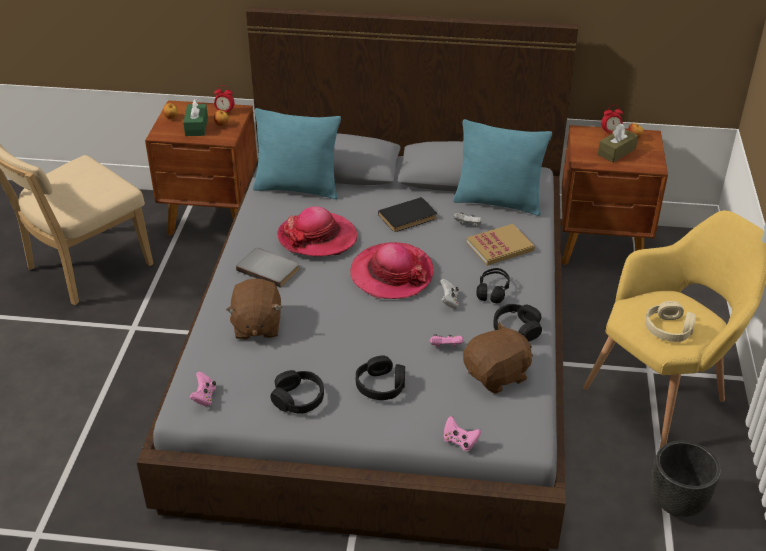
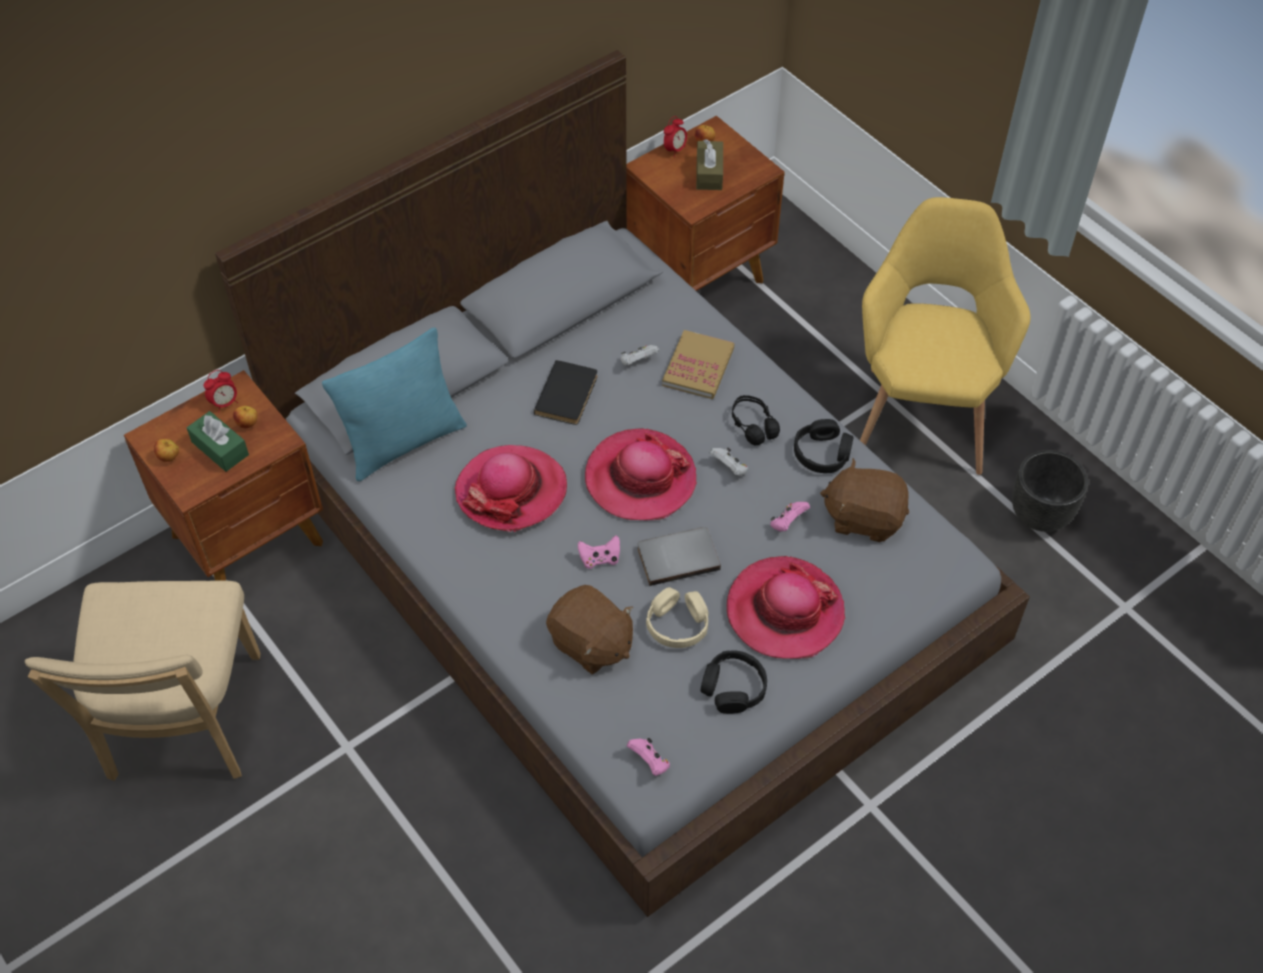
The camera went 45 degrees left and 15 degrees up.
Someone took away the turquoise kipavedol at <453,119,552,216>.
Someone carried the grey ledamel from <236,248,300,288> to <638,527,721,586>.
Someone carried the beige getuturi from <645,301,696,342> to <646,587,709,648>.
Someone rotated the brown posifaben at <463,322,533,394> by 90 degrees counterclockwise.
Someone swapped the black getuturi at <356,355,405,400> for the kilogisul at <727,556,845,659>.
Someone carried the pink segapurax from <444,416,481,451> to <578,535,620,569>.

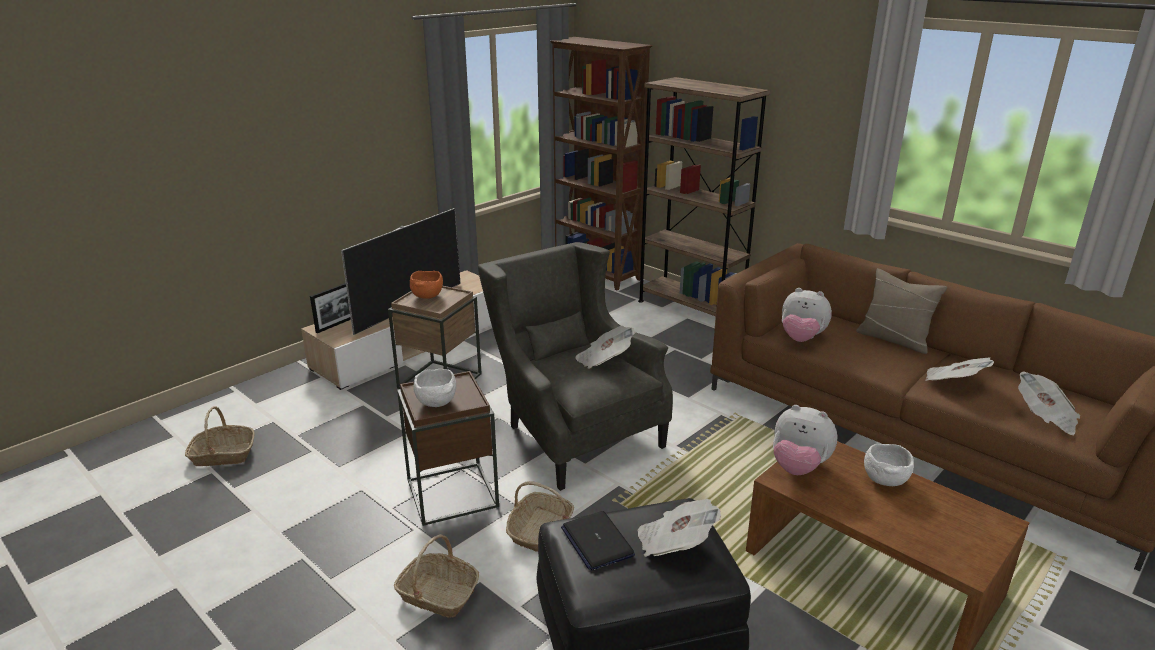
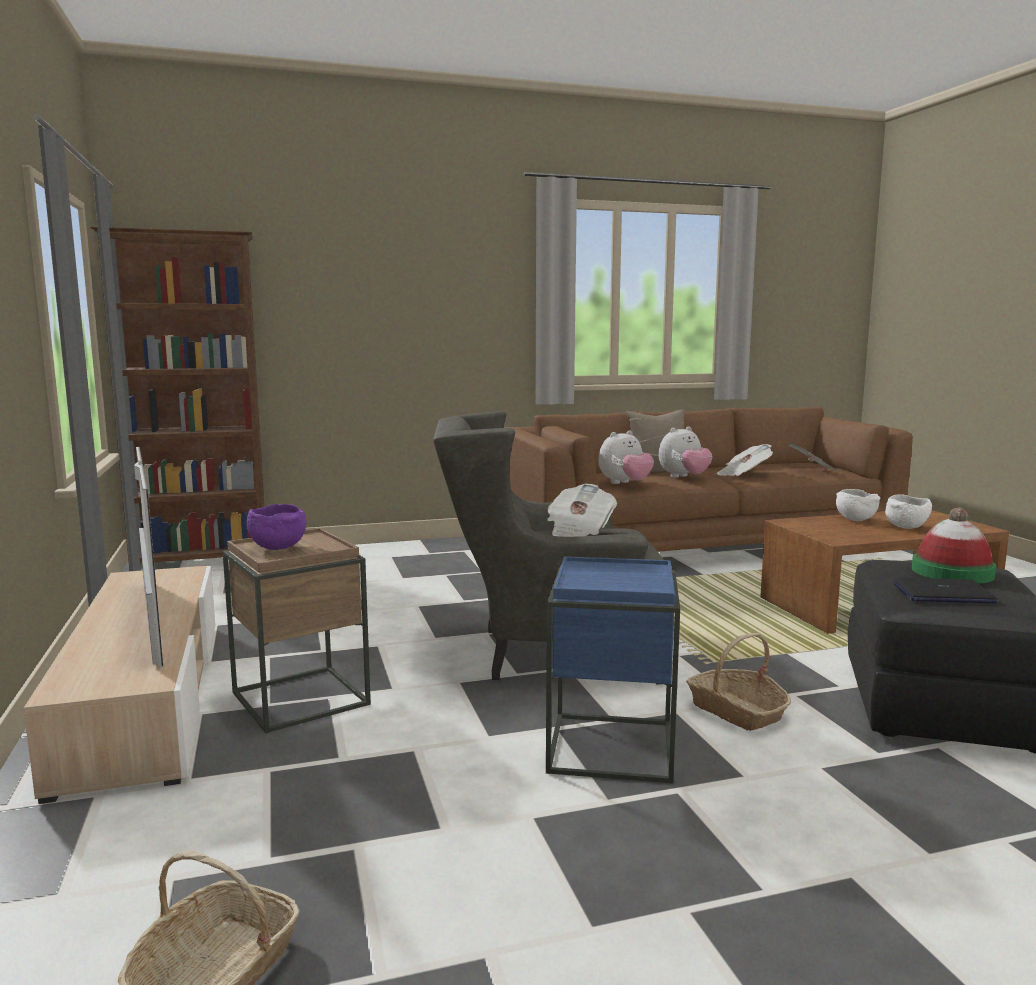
The camera went 60 degrees left and 15 degrees down.
Someone took away the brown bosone at <638,77,770,316>.
Someone repainted the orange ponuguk at <410,271,443,299>, which became the purple ponuguk at <247,504,306,550>.
Someone took away the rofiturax at <310,283,351,333>.
Someone carried the white ponuguk from <413,369,456,407> to <885,494,932,529>.
Someone repainted the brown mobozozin at <397,371,499,526>, which became the blue mobozozin at <546,556,680,783>.
Someone carried the posifaben from <773,405,837,475> to <658,426,713,478>.
Someone swapped the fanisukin at <637,499,721,557> for the kilogisul at <912,507,996,583>.
Someone took away the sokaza at <394,534,479,618>.

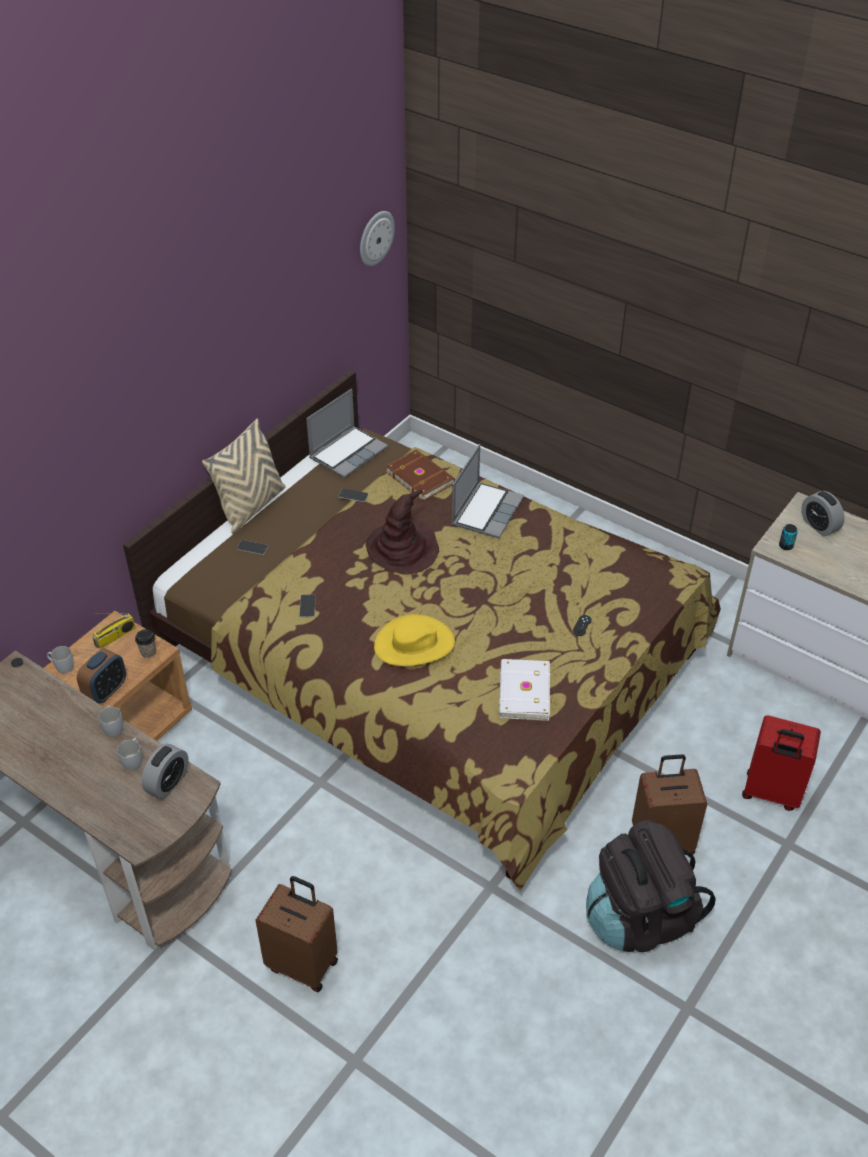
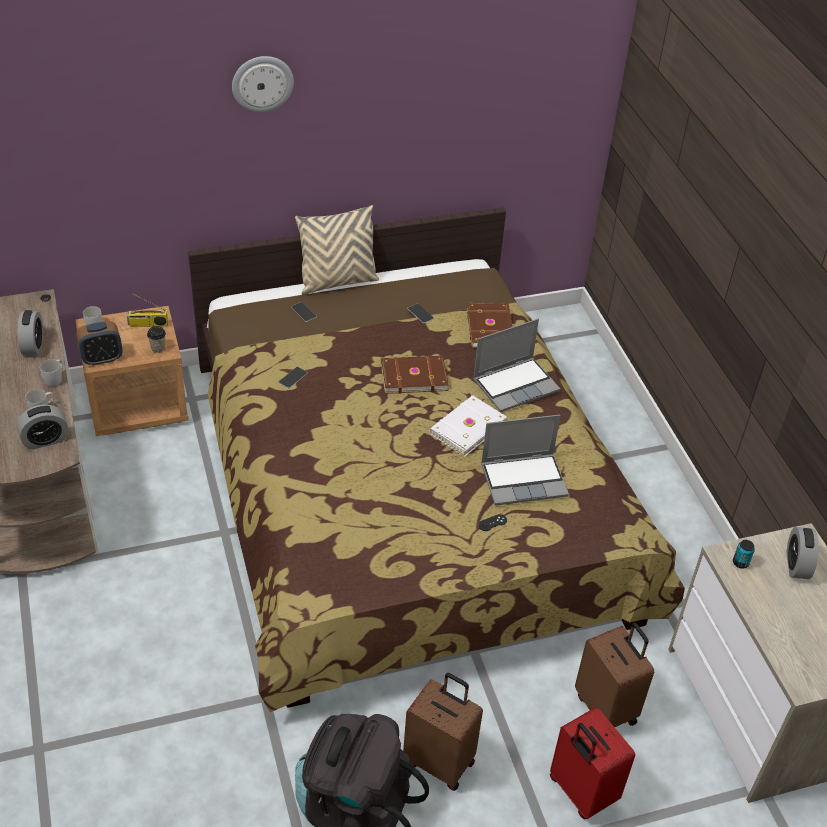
The camera went 35 degrees right and 0 degrees up.
Someone carried the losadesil from <360,211,395,266> to <232,56,294,112>.
Someone carried the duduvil from <306,389,388,478> to <481,415,569,506>.
Someone swapped the brown kilogisul at <366,490,439,575> for the brown ledamel at <381,356,449,394>.
Someone took away the yellow kilogisul at <374,614,455,666>.
Someone carried the white ledamel from <499,659,550,721> to <429,395,507,457>.
Someone carried the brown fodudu from <255,876,338,992> to <575,623,654,727>.
Someone put down the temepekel at <17,310,44,355>.

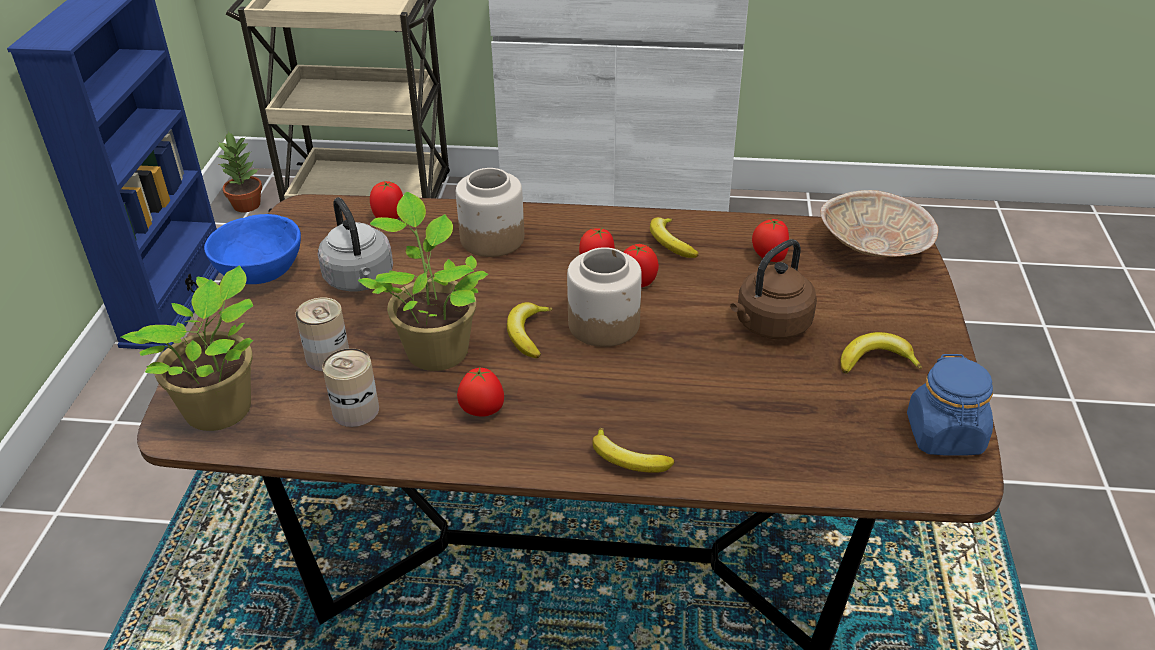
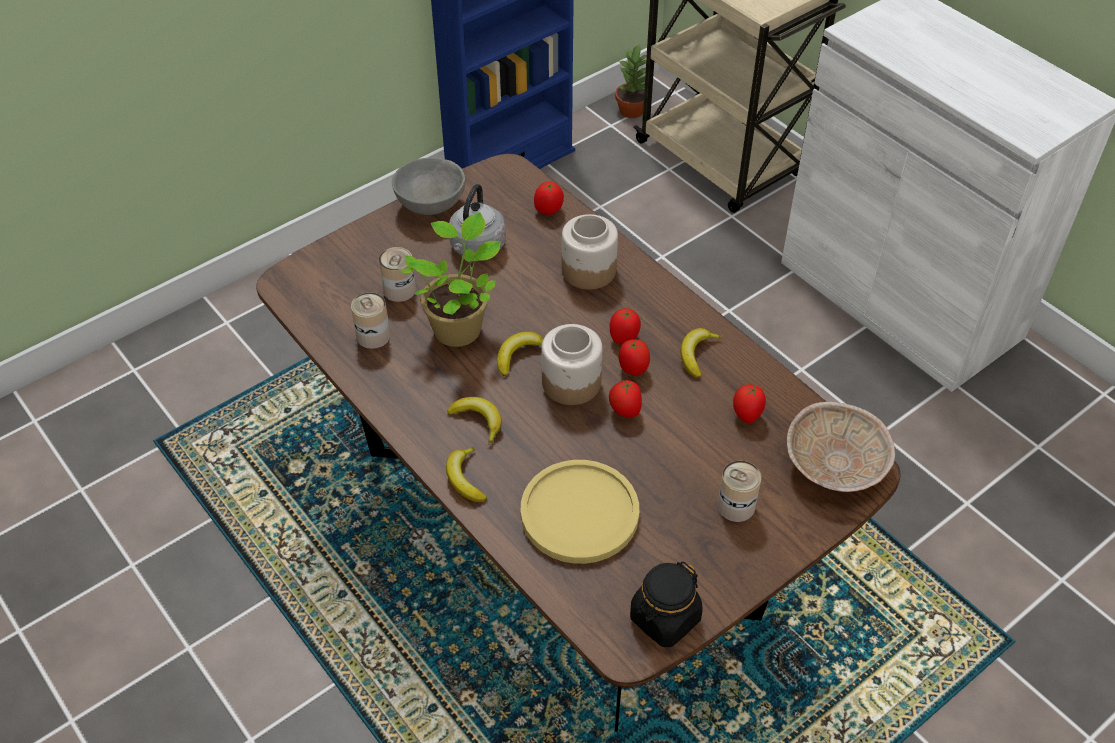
The camera went 45 degrees right and 10 degrees up.
Someone repainted the blue ponuguk at <204,214,301,284>, which became the grey ponuguk at <392,157,466,215>.
Someone took away the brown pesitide at <730,239,817,339>.
Someone took away the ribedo at <121,266,253,431>.
Someone carried the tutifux from <841,332,922,373> to <447,397,502,445>.
Someone repainted the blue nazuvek at <907,354,993,456>, which became the black nazuvek at <630,562,703,647>.
Someone carried the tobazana from <457,368,504,417> to <609,380,642,418>.
Someone put down the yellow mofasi at <521,460,639,564>.
Someone put down the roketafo at <717,461,761,522>.

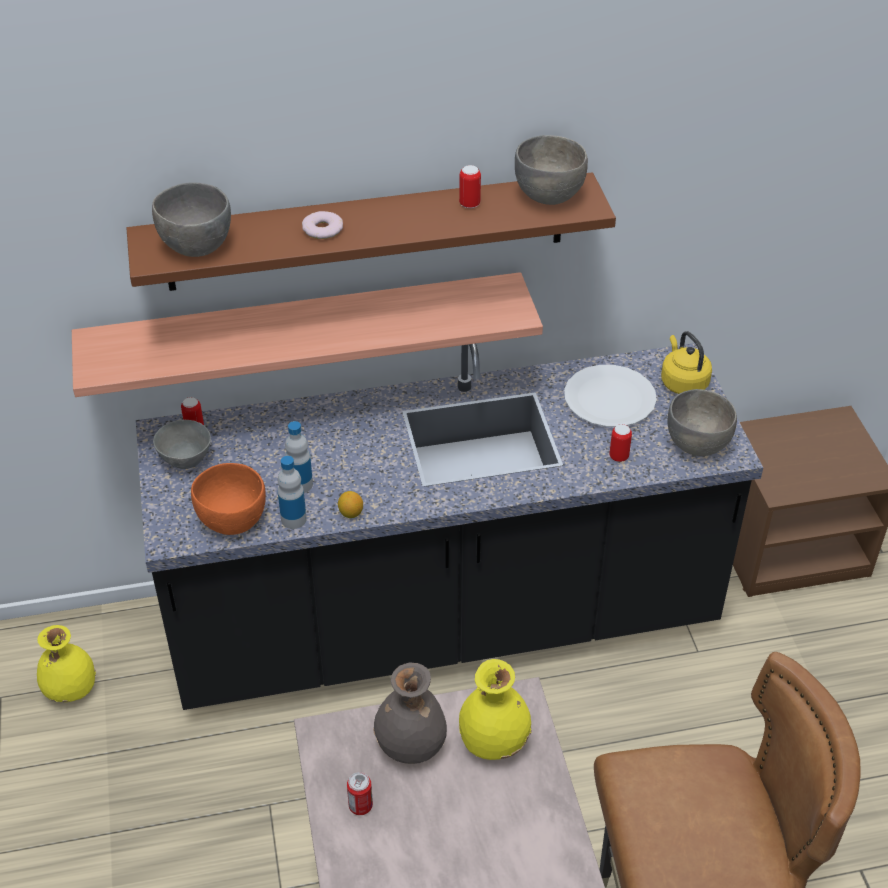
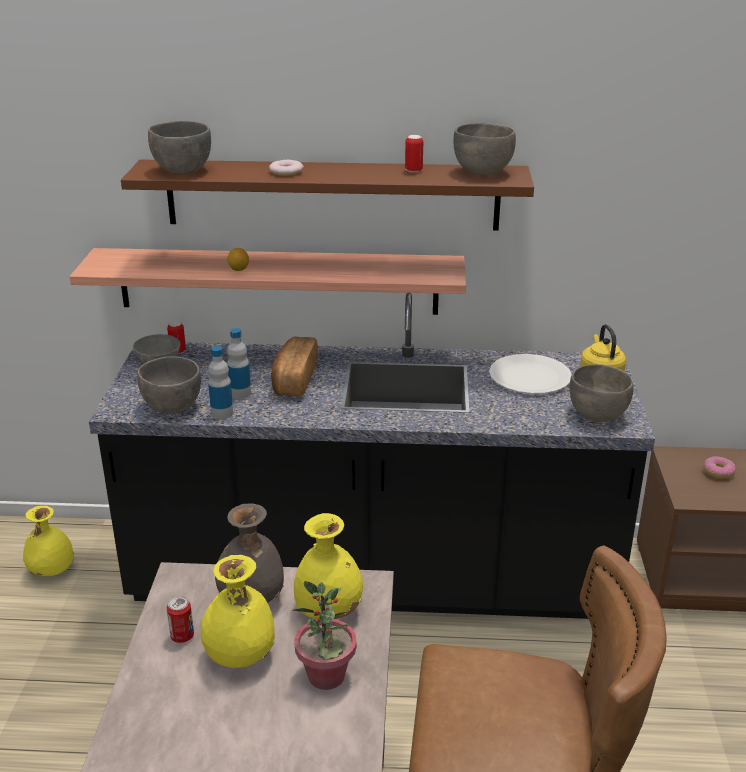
The camera went 15 degrees right and 15 degrees down.
Someone took away the roketafo at <609,424,632,462>.
Someone repainted the orange ponuguk at <191,463,266,535>, which became the grey ponuguk at <138,356,201,414>.
Someone carried the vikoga from <338,491,363,518> to <228,248,249,271>.
Someone put down the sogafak at <271,336,318,397>.
Someone put down the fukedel at <704,456,736,479>.
Someone put down the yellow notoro at <200,555,275,668>.
Someone put down the ribedo at <292,581,357,690>.

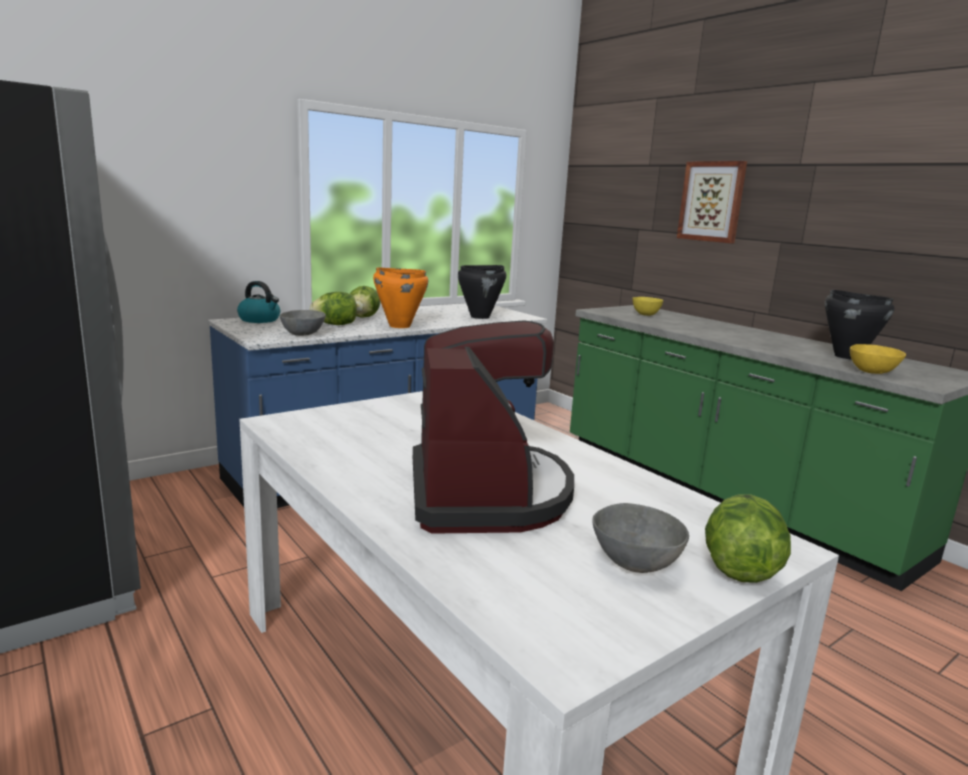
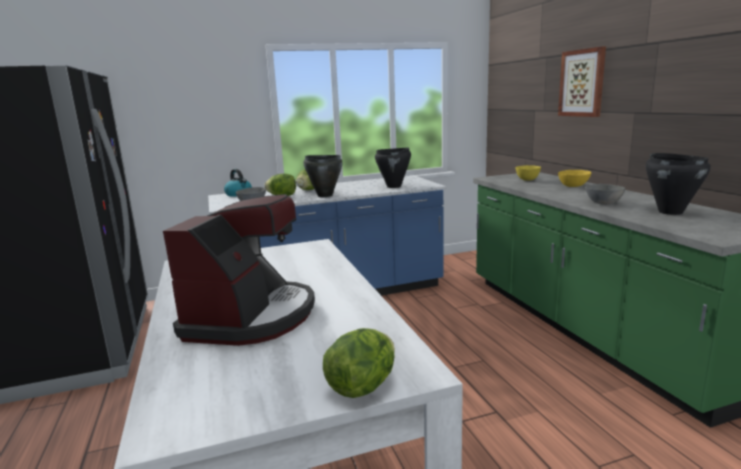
The camera went 20 degrees right and 0 degrees up.
Someone repainted the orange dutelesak at <373,267,428,328>, which became the black dutelesak at <303,155,343,197>.
Someone carried the yellow ponuguk from <850,344,906,374> to <558,170,591,187>.
Someone carried the grey ponuguk from <592,503,689,573> to <585,184,625,205>.

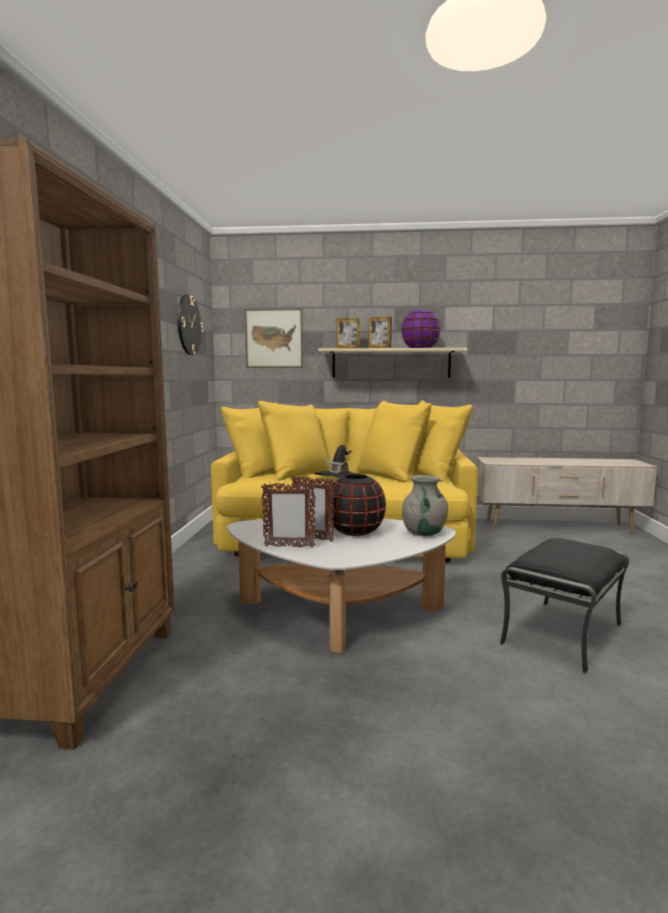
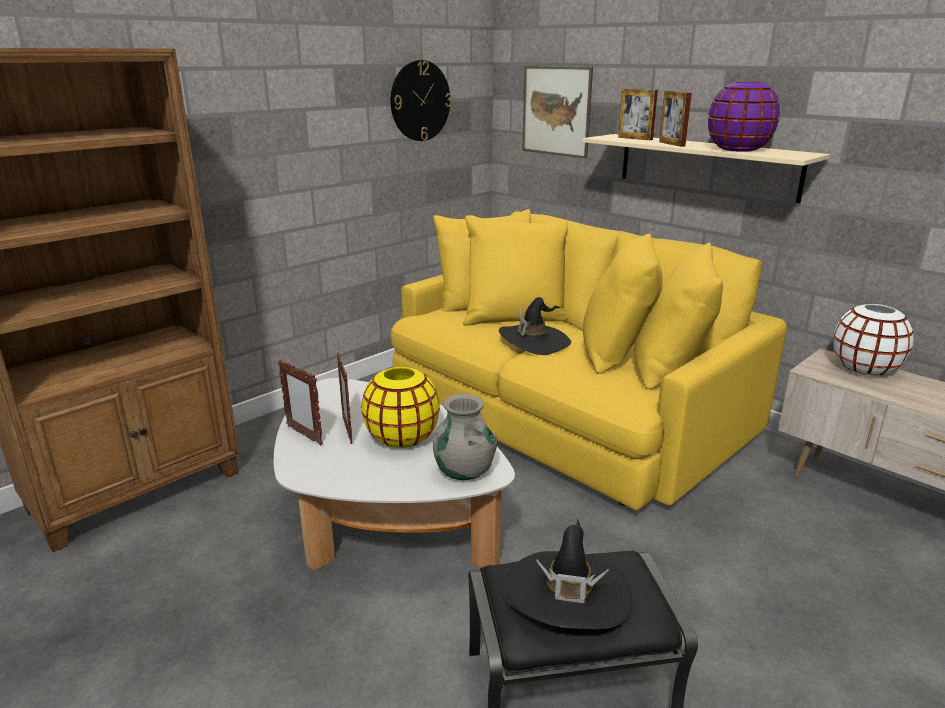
The camera went 40 degrees right and 15 degrees up.
Someone repainted the black notoro at <329,474,386,536>, which became the yellow notoro at <362,367,440,448>.
Someone put down the white notoro at <833,304,913,376>.
Someone put down the black kilogisul at <505,518,633,629>.

